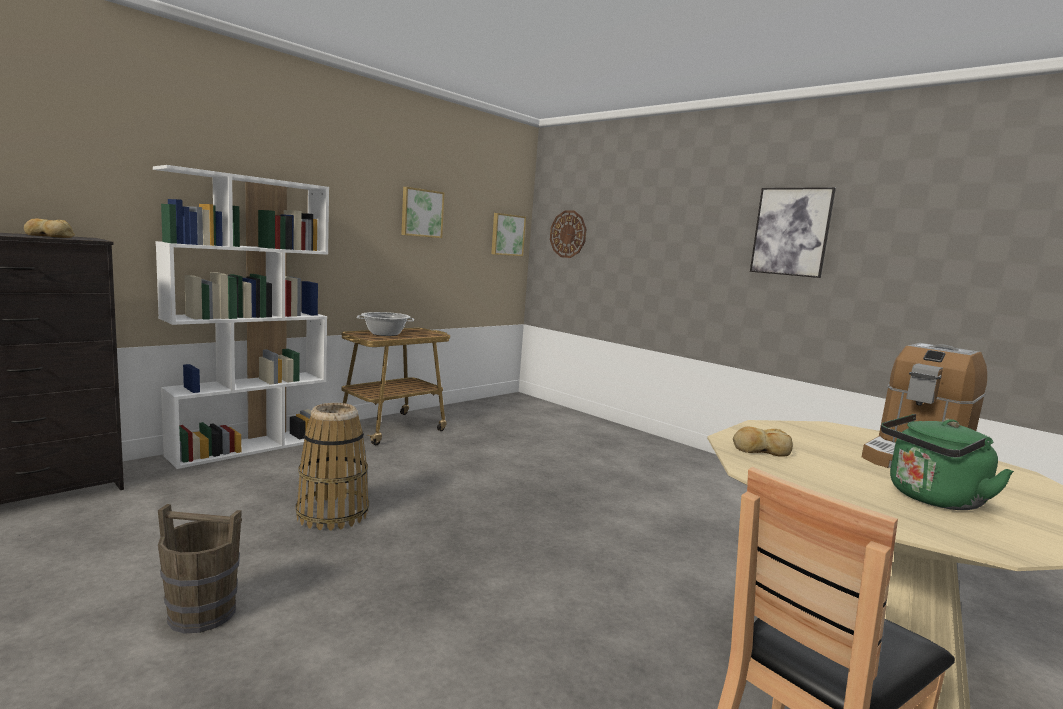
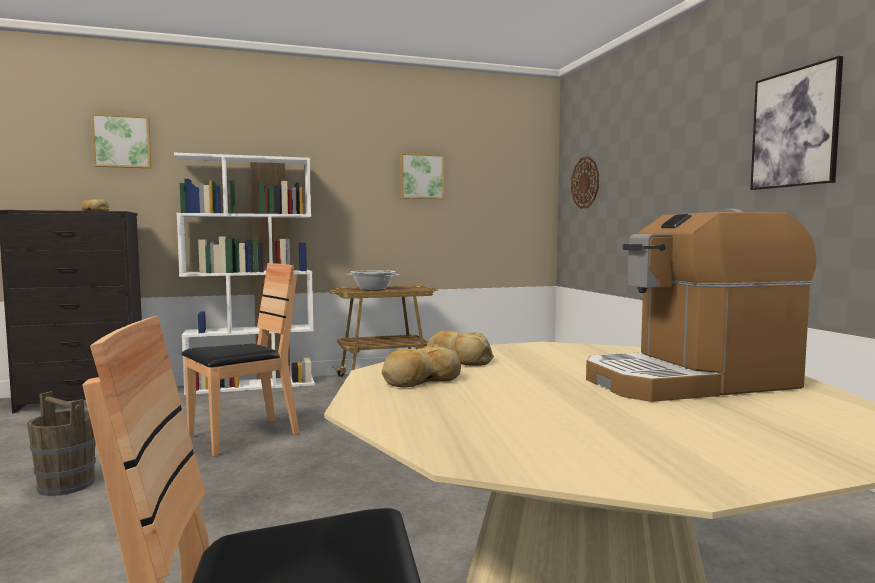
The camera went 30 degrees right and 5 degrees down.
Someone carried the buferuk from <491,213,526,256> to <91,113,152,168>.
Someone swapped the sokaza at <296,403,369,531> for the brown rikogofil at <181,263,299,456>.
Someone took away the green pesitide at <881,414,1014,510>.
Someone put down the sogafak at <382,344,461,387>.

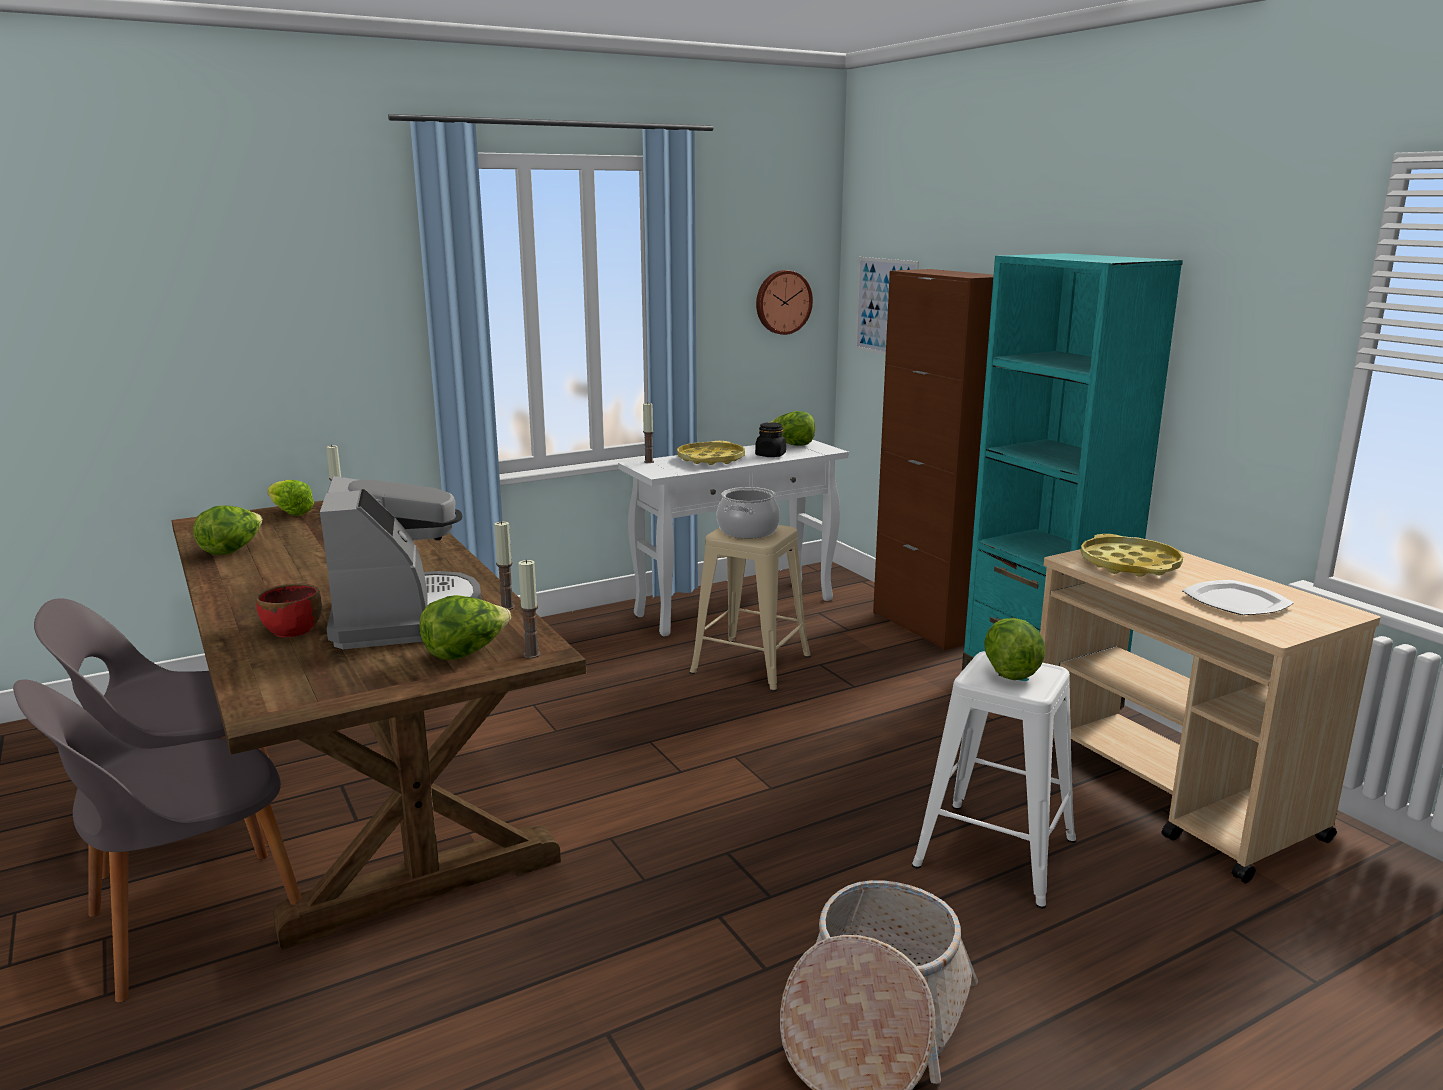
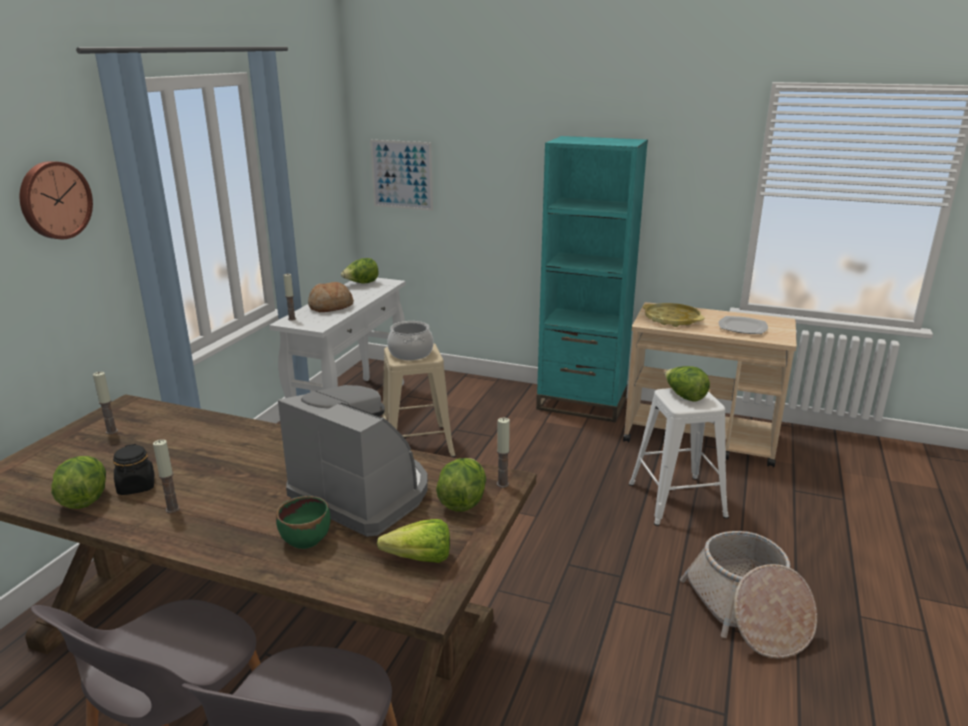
The camera went 40 degrees left and 5 degrees up.
Someone took away the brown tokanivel at <873,269,994,650>.
Someone carried the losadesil from <756,270,813,335> to <20,161,93,239>.
Someone carried the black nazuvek from <755,422,786,457> to <113,444,154,495>.
Someone swapped the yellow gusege at <677,441,745,465> for the sogafak at <308,282,354,312>.
Someone carried the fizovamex from <267,480,314,516> to <377,519,450,563>.
Someone carried the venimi from <494,521,515,610> to <153,439,180,513>.
Someone repainted the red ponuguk at <256,583,322,638>, which became the green ponuguk at <276,496,331,549>.

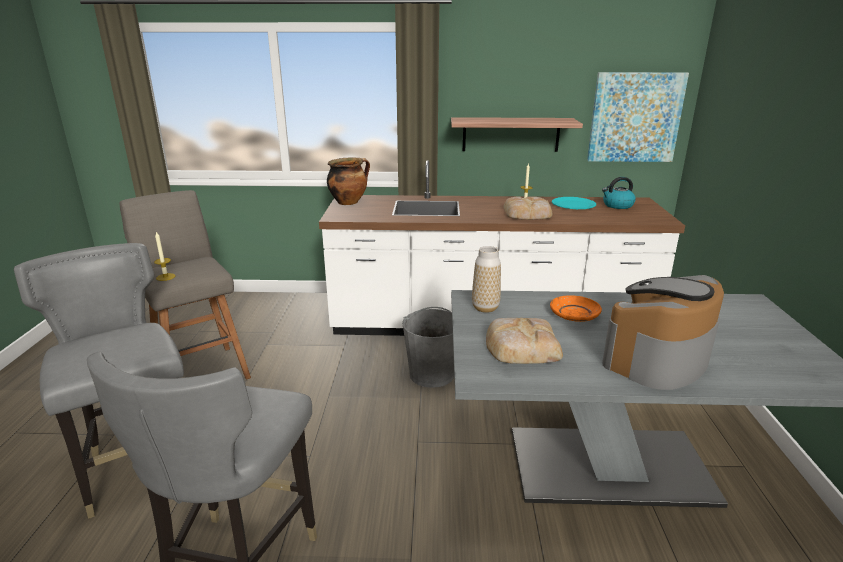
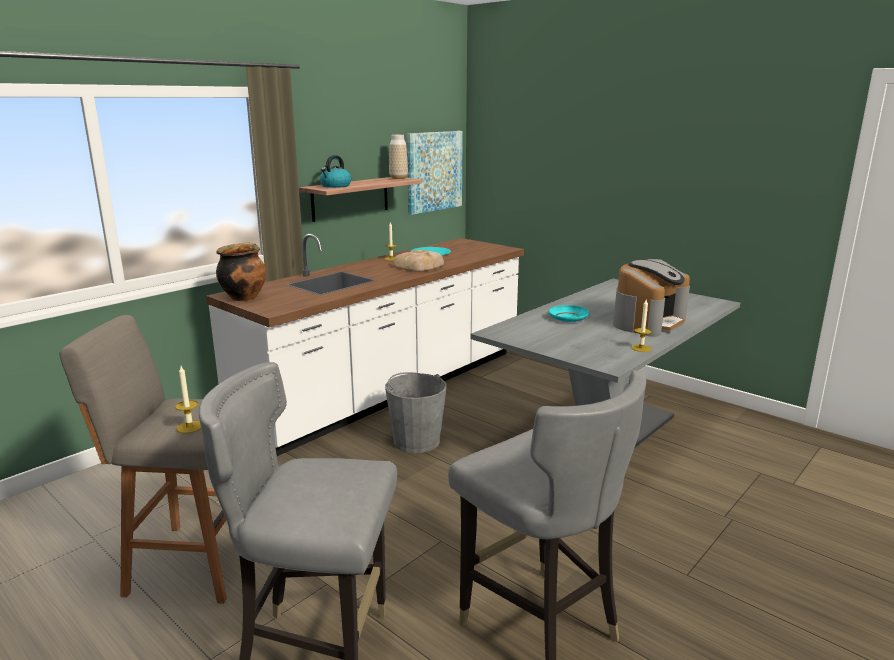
The camera went 50 degrees left and 5 degrees down.
Someone carried the pesitide from <602,177,636,209> to <320,155,351,188>.
Someone carried the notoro from <472,246,501,313> to <389,135,408,179>.
Someone rotated the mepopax at <602,275,724,390> by 135 degrees counterclockwise.
Someone repainted the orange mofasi at <550,295,602,322>, which became the turquoise mofasi at <549,305,589,322>.
Someone took away the sogafak at <486,318,563,364>.
Someone put down the venimi at <631,300,652,352>.

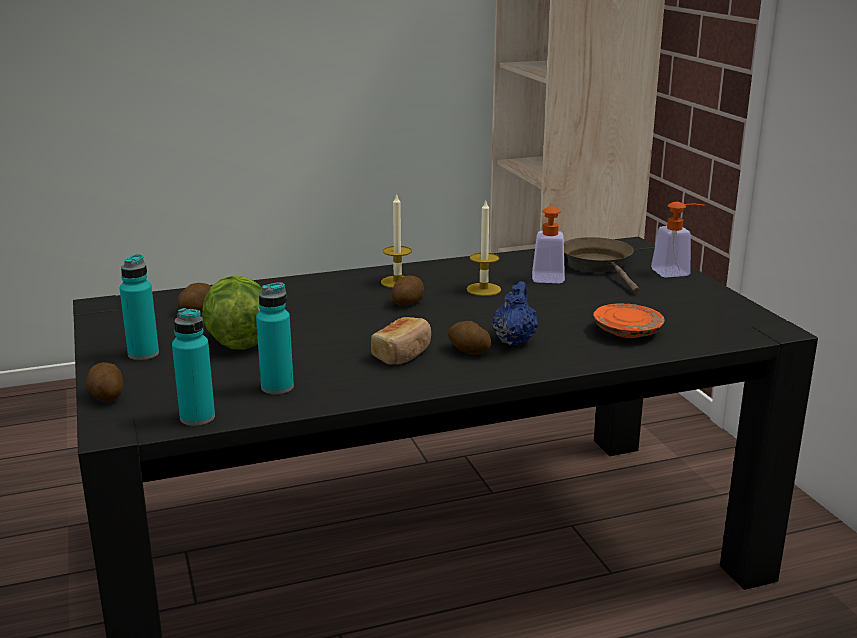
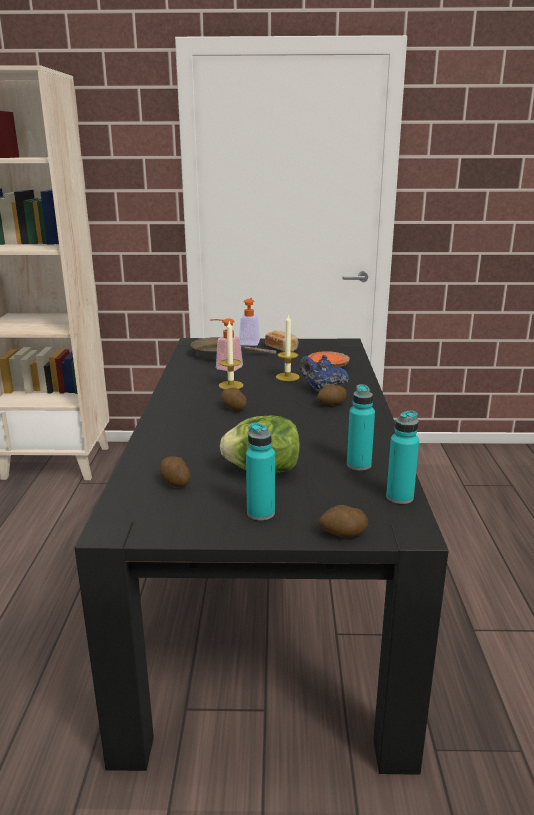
The camera went 70 degrees left and 0 degrees up.
Someone carried the venimi from <381,193,412,288> to <276,314,300,381>.
Someone carried the sogafak from <371,317,431,365> to <265,330,298,352>.

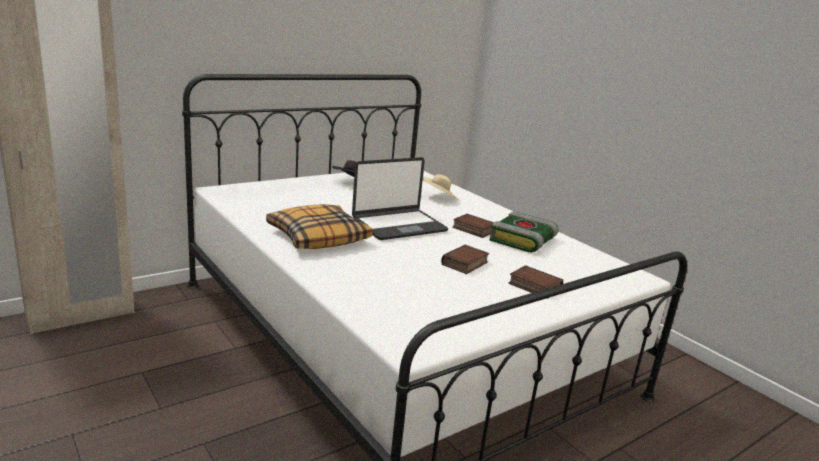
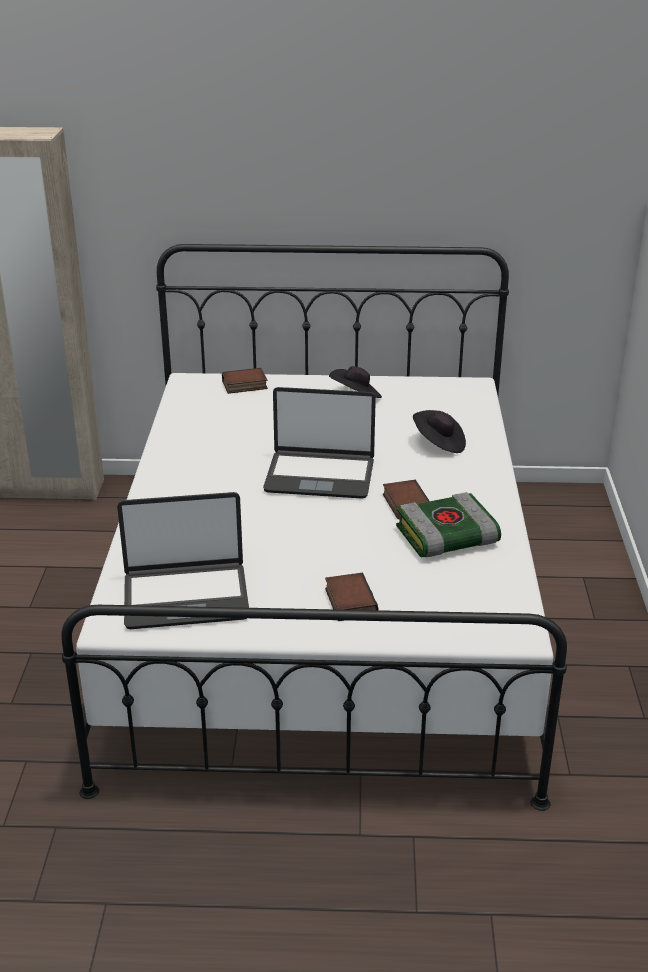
The camera went 40 degrees right and 10 degrees up.
Someone repainted the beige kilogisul at <422,174,459,200>, which became the black kilogisul at <413,410,466,453>.
Someone took away the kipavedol at <266,204,373,249>.
Someone carried the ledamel from <441,245,489,274> to <222,368,268,394>.
Someone put down the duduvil at <117,492,249,629>.

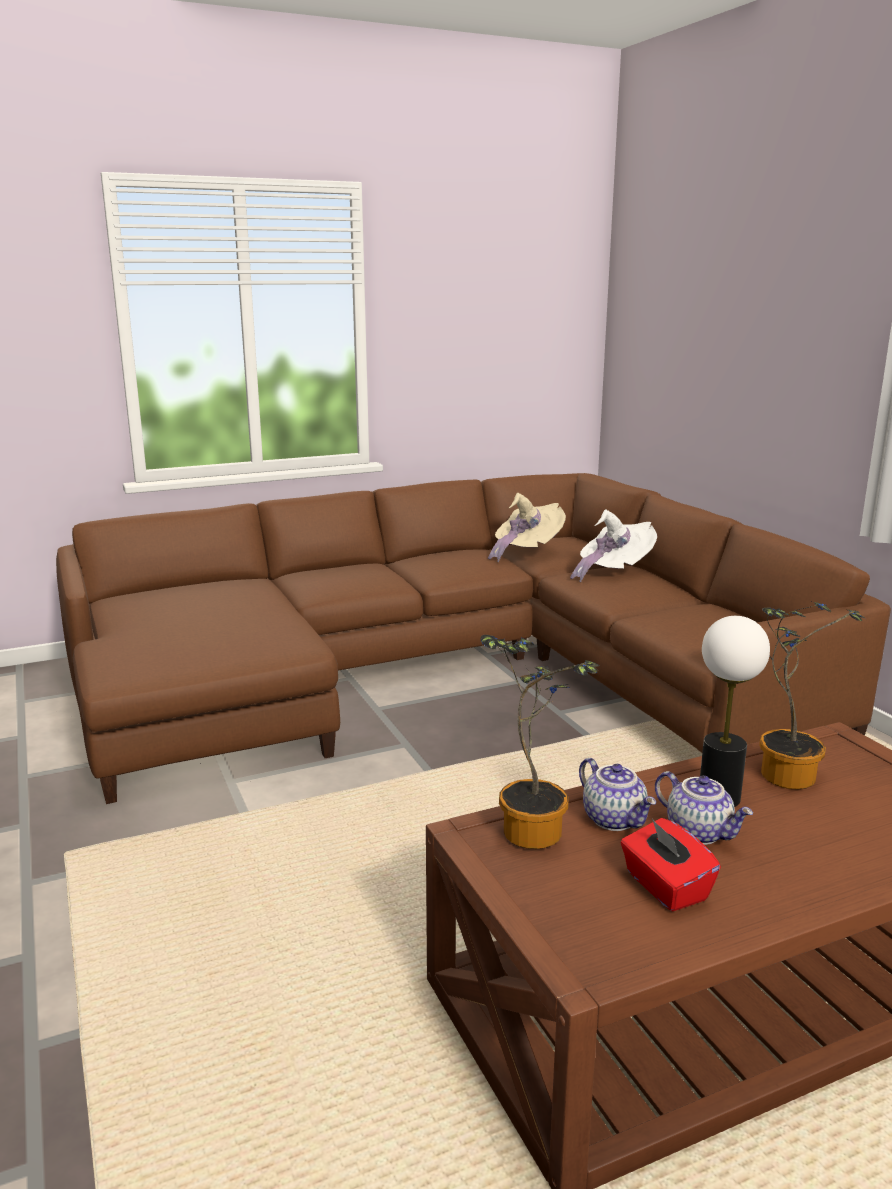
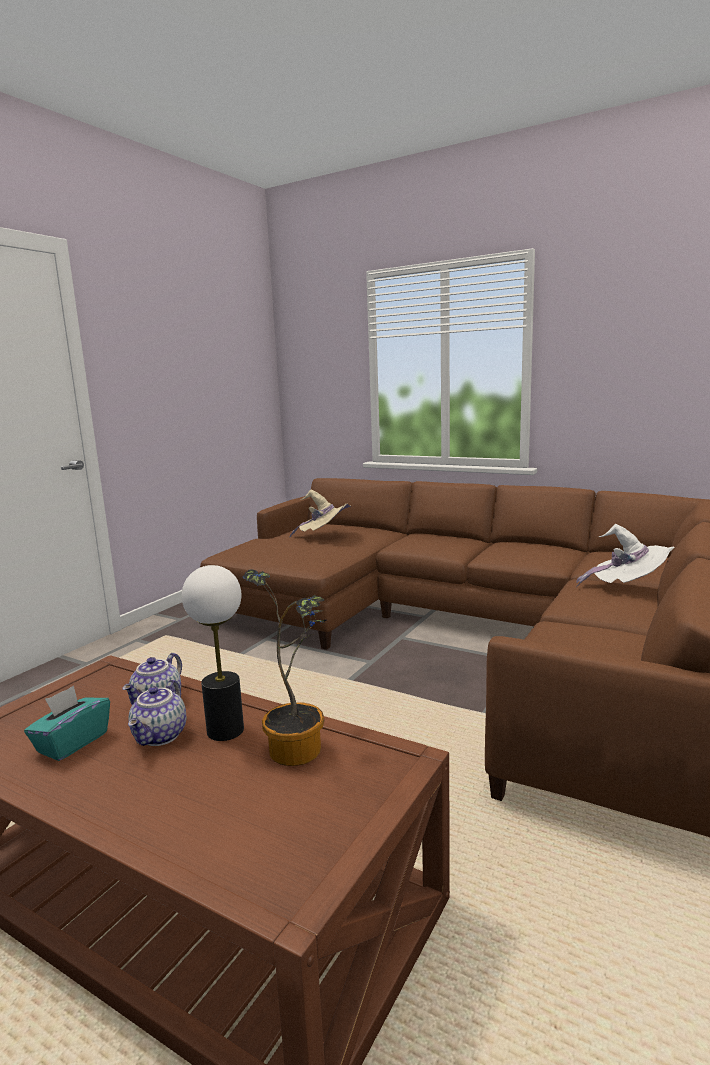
The camera went 55 degrees right and 5 degrees down.
Someone carried the beige kilogisul from <488,493,566,562> to <289,489,351,538>.
Someone took away the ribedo at <481,635,600,849>.
Someone repainted the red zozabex at <621,818,721,911>, which became the turquoise zozabex at <24,686,110,761>.

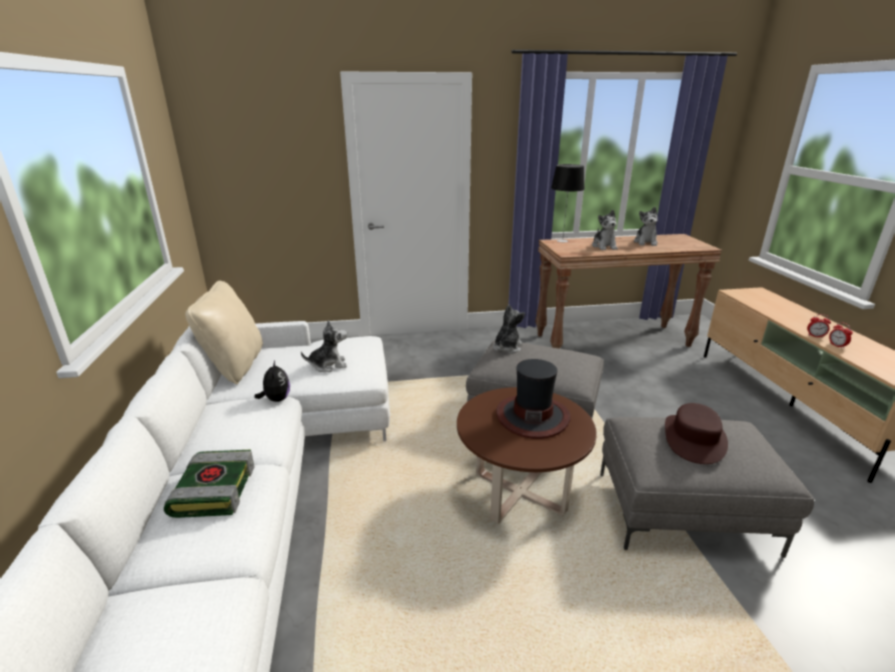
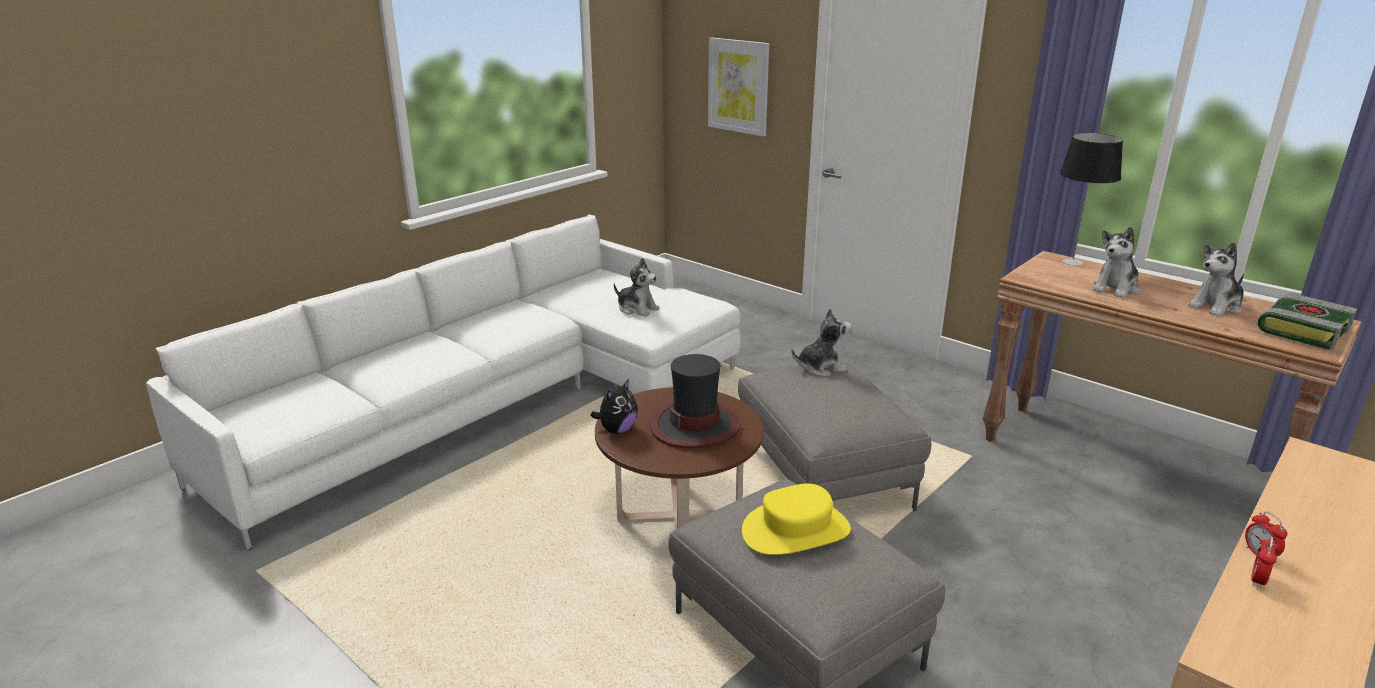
The camera went 50 degrees right and 0 degrees up.
Someone took away the beige kipavedol at <185,281,263,384>.
Someone carried the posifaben from <254,360,290,402> to <591,379,638,434>.
Someone repainted the brown kilogisul at <665,403,728,464>, which became the yellow kilogisul at <742,484,851,555>.
Someone carried the ledamel from <164,450,255,518> to <1258,294,1357,350>.
Someone put up the buferuk at <708,37,769,136>.

